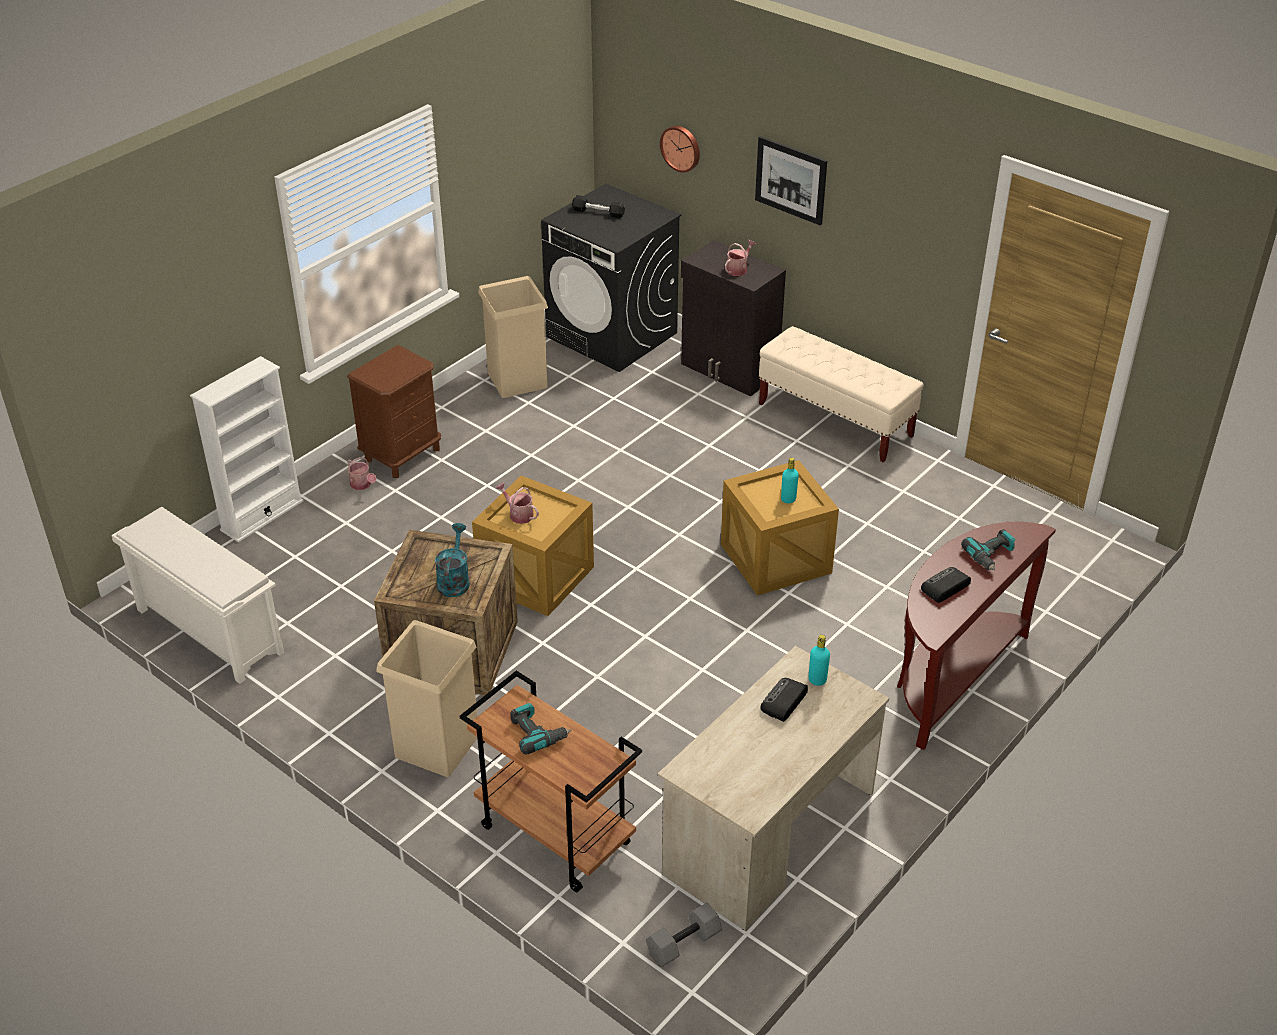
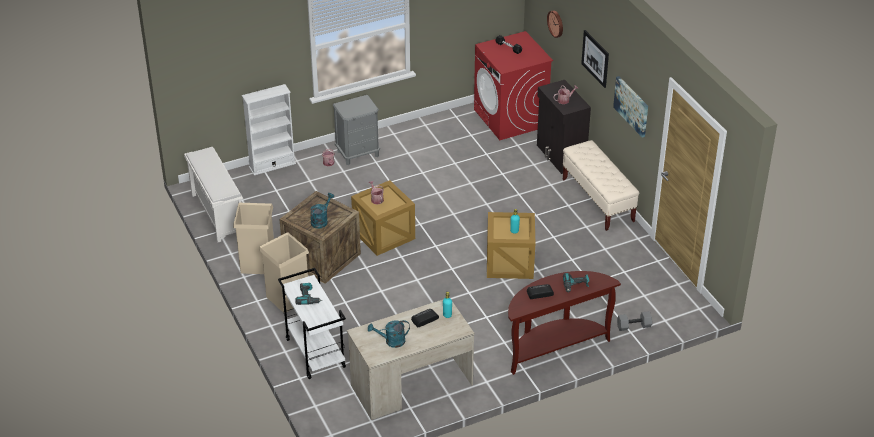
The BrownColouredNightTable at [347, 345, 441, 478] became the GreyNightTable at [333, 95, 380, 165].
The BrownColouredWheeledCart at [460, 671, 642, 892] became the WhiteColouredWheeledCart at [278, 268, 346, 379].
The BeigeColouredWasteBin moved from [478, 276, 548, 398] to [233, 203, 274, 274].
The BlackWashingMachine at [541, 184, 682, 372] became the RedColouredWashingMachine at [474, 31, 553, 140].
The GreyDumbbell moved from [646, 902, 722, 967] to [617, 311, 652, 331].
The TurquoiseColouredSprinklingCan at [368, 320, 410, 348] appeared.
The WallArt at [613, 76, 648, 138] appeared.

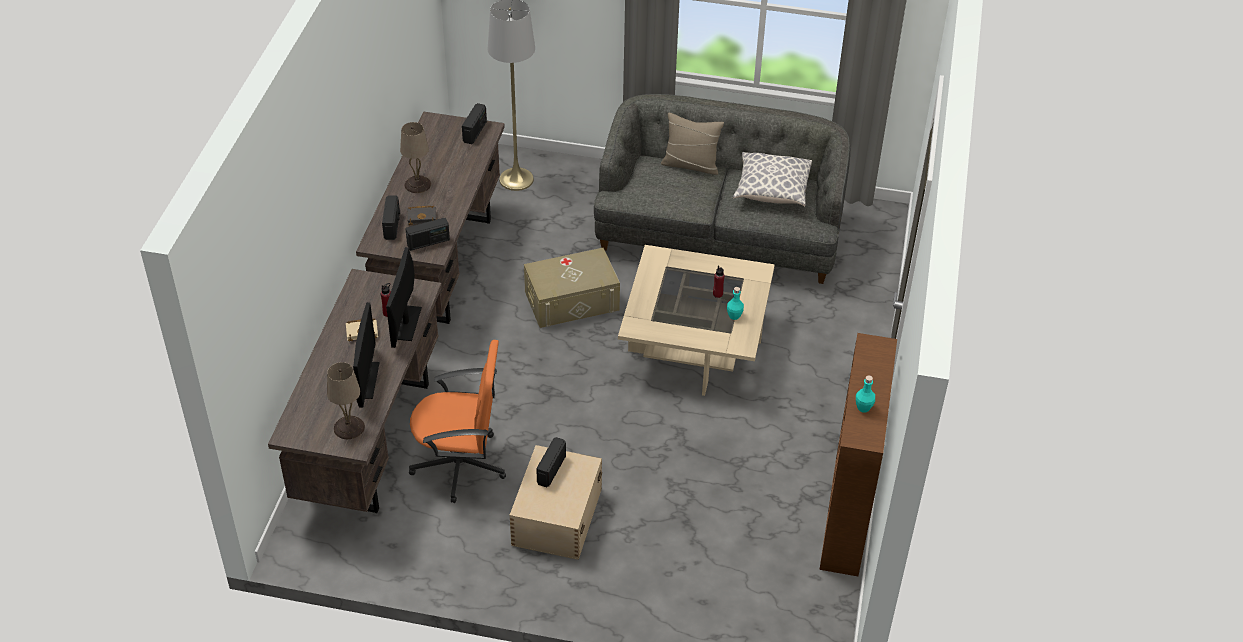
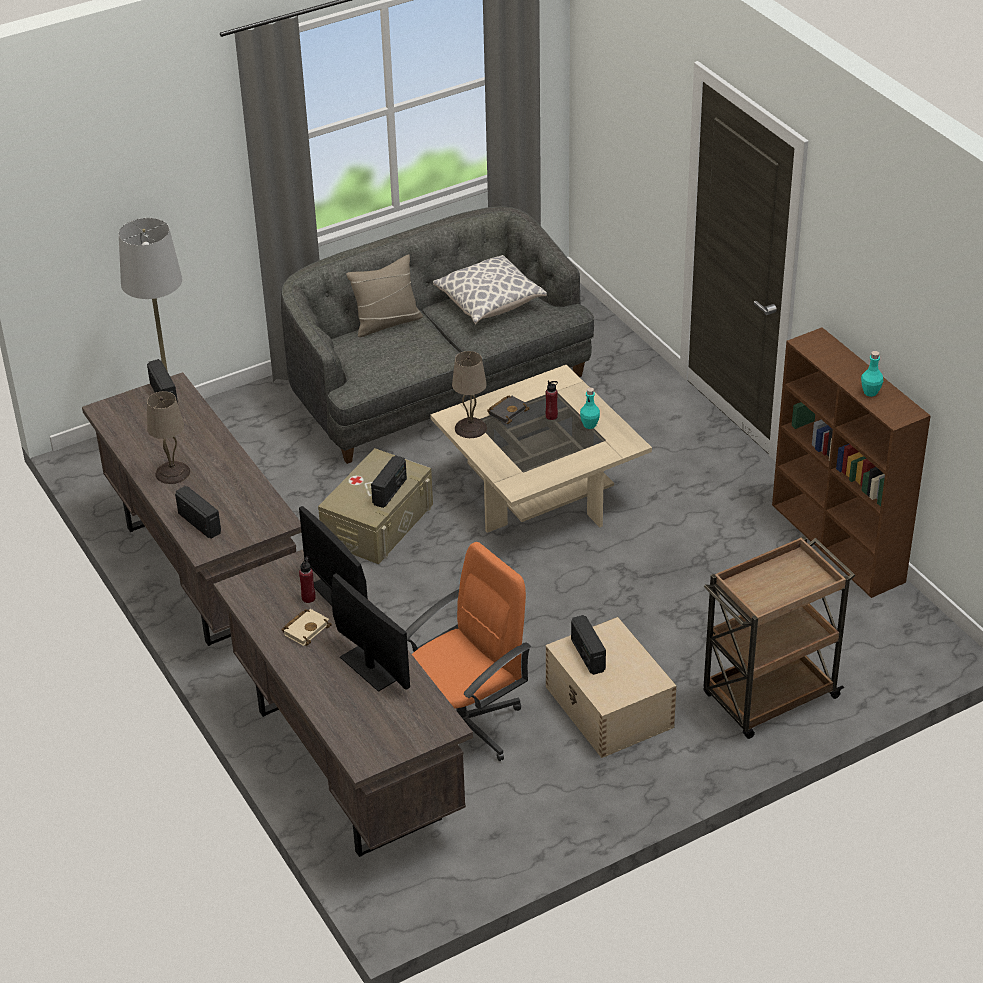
The BeigeColouredTableLamp moved from [327, 362, 365, 439] to [452, 351, 487, 438].
The Radio moved from [405, 218, 450, 251] to [371, 455, 407, 508].
The BlackBook moved from [407, 206, 436, 225] to [487, 395, 530, 424].
The BrownColouredWheeledCart at [703, 536, 855, 739] appeared.

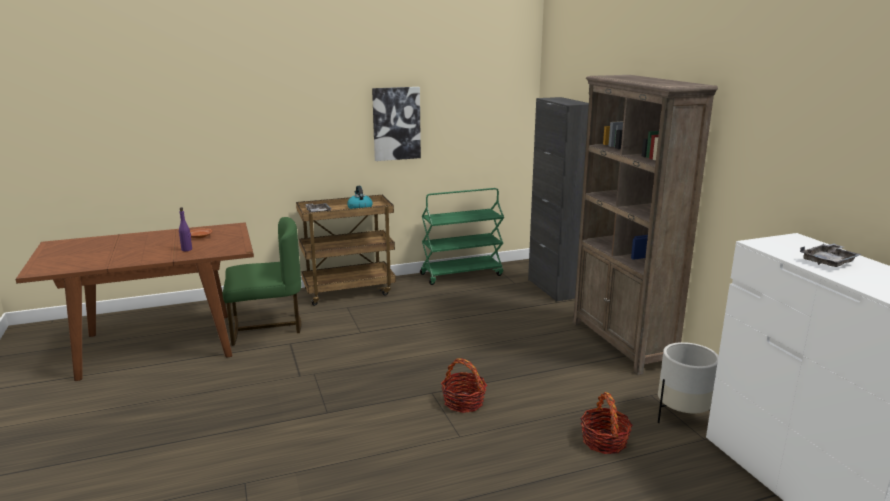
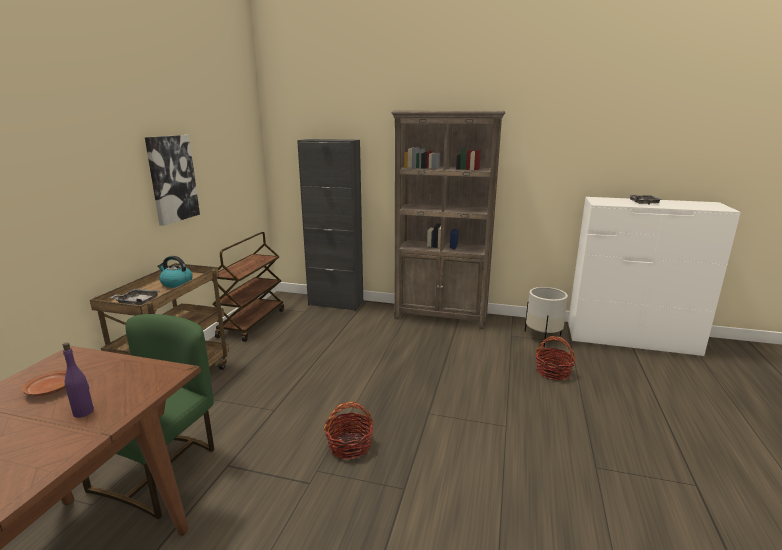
The GreenColouredWheeledCart at [420, 188, 504, 285] became the BrownColouredWheeledCart at [213, 232, 284, 342].
The StorageBasket moved from [441, 359, 487, 413] to [324, 402, 374, 459].

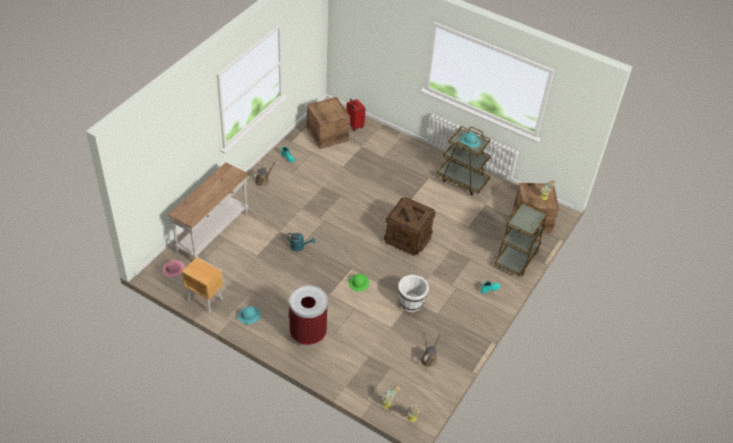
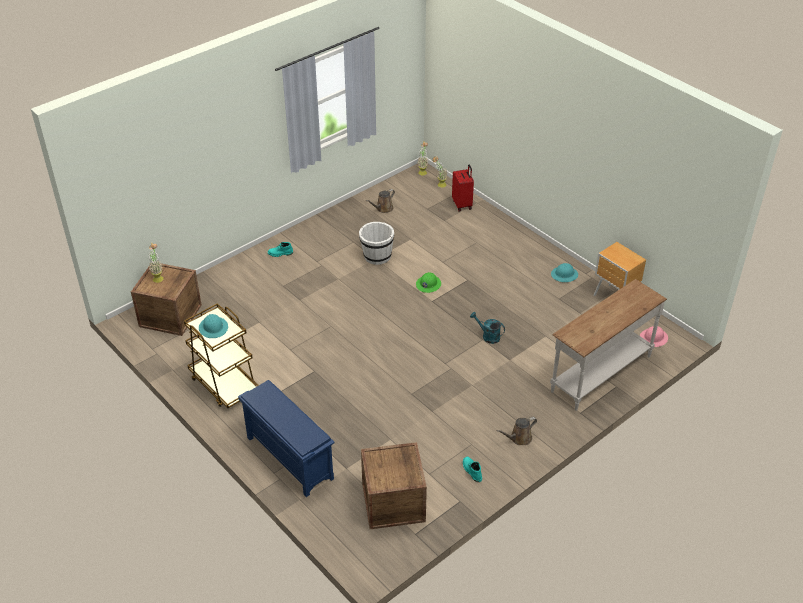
The WasteBin at [289, 285, 328, 346] disappeared.
The RedColouredSuitcase moved from [347, 99, 365, 131] to [452, 165, 474, 212].
The PackingCrate at [384, 197, 436, 256] disappeared.
The BrownColouredWheeledCart at [494, 201, 548, 276] disappeared.
The BlueColouredShoeStand at [238, 380, 335, 497] appeared.

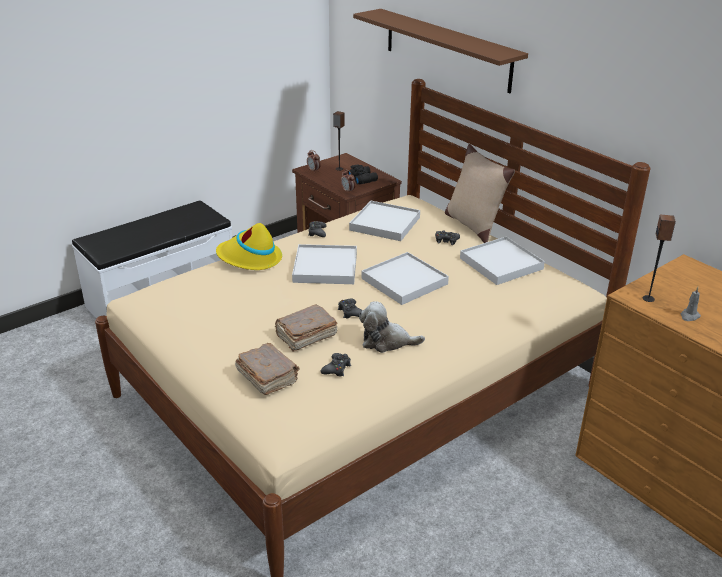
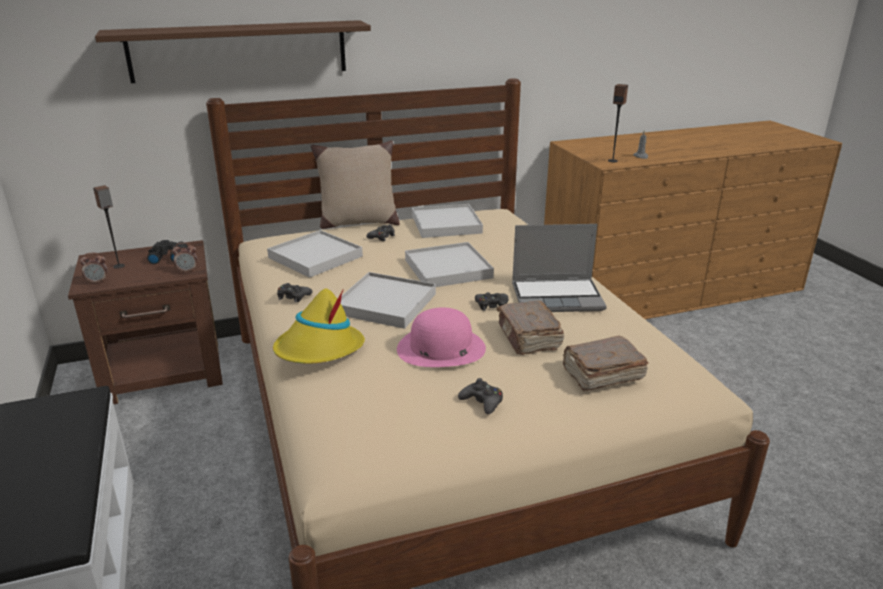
The BlackJoypad moved from [321, 353, 351, 377] to [458, 378, 503, 415].
The CuddlyToy at [359, 301, 425, 353] was replaced by the NotebookComputer at [512, 224, 607, 312].
The PinkishHat at [397, 308, 486, 367] appeared.

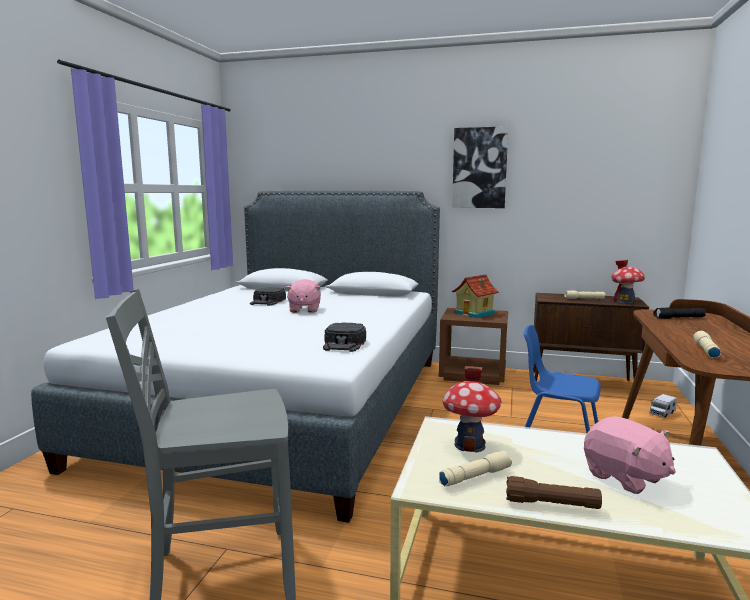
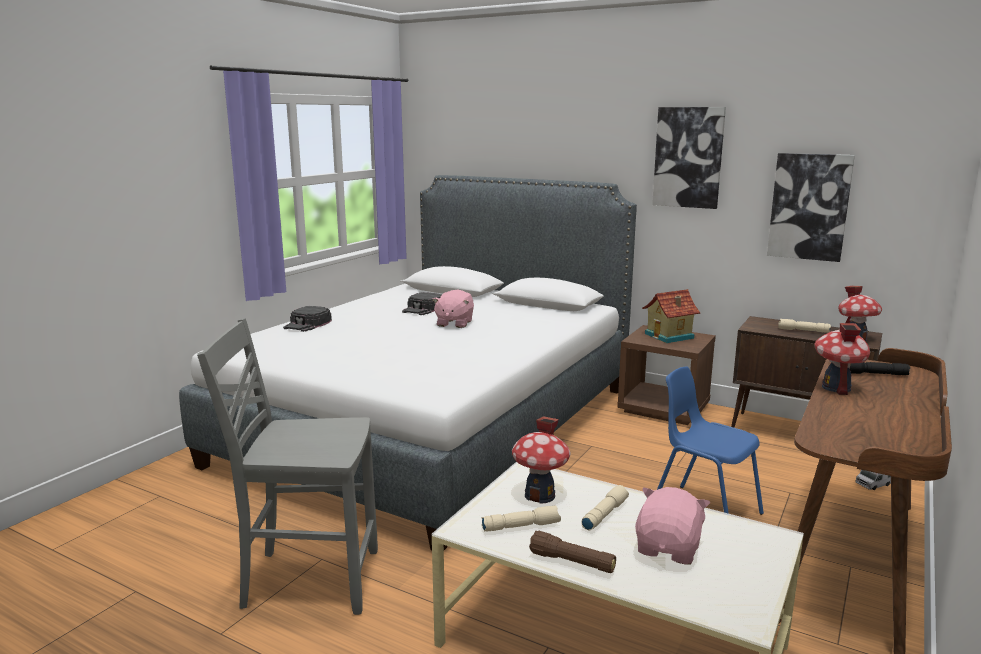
The BlackBaseballCap moved from [323, 323, 366, 352] to [283, 306, 332, 332].
The PinkishCuddlyToy at [584, 416, 676, 494] turned 135 degrees counterclockwise.
The BeigeColouredFlashlight moved from [693, 331, 721, 358] to [582, 485, 629, 531].
The WallArt at [767, 153, 855, 262] appeared.
The MiniatureHouse at [814, 323, 870, 395] appeared.

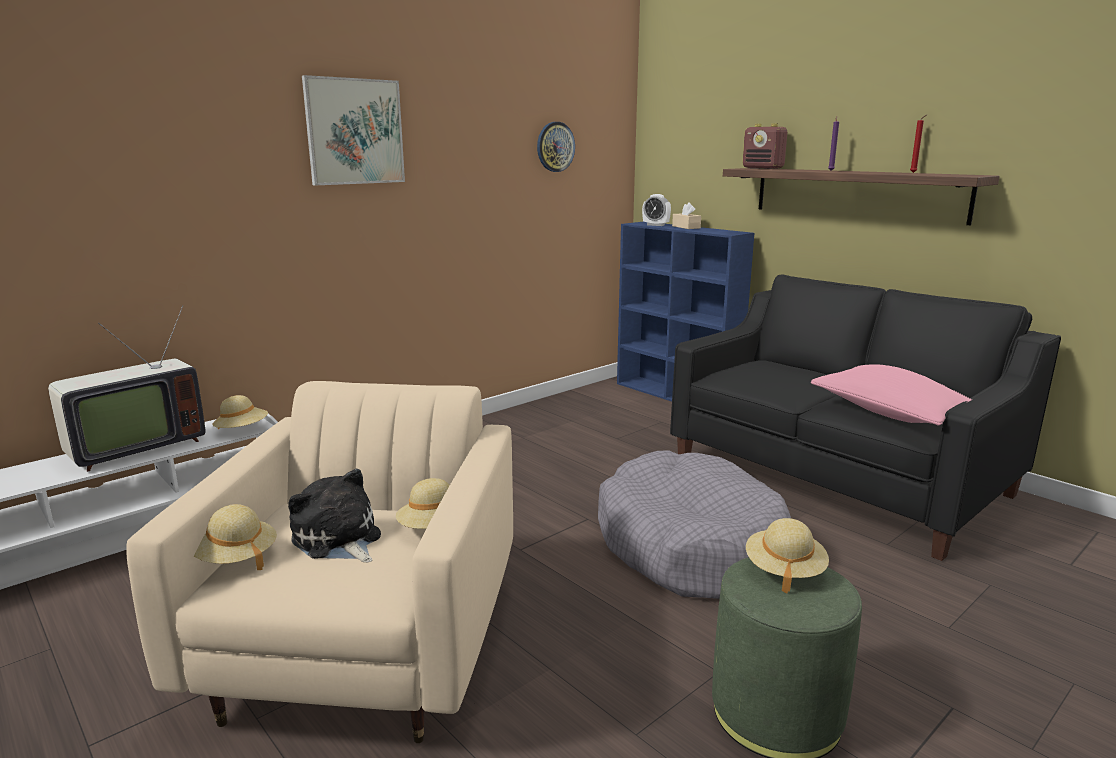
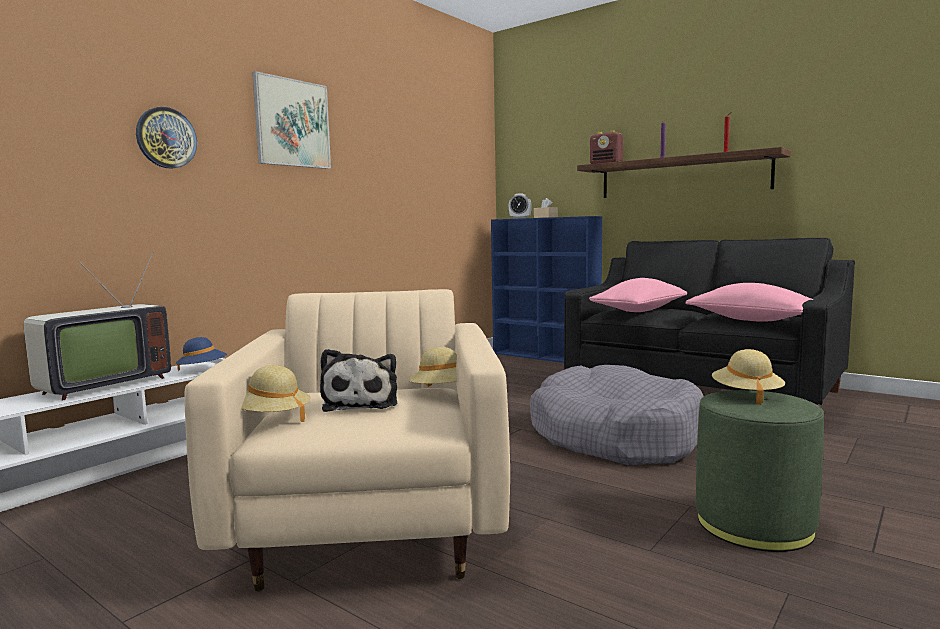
The BeigeColouredHat at [212, 395, 268, 429] became the BlueColouredHat at [176, 337, 227, 371].
The CuddlyToy at [288, 469, 381, 562] turned 135 degrees counterclockwise.
The HangingClock moved from [537, 122, 575, 172] to [136, 107, 197, 169].
The PinkishPillow at [589, 278, 687, 312] appeared.

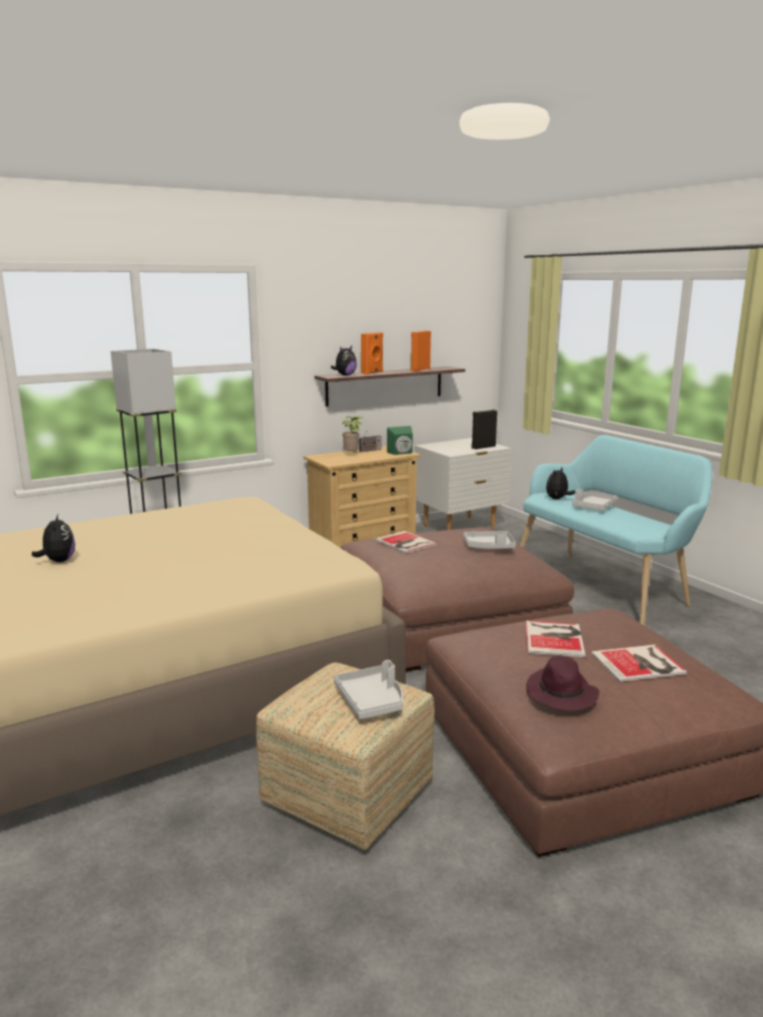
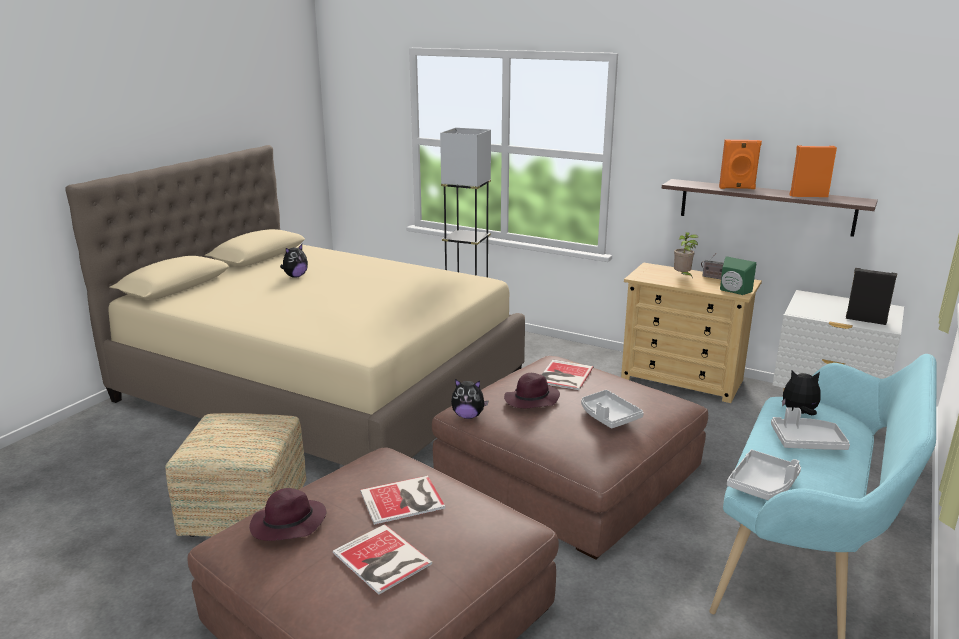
The CuddlyToy moved from [331, 346, 357, 376] to [451, 379, 489, 419].
The GreyServingTray moved from [334, 660, 403, 719] to [727, 450, 801, 500].
The PurpleHat at [504, 373, 560, 408] appeared.

